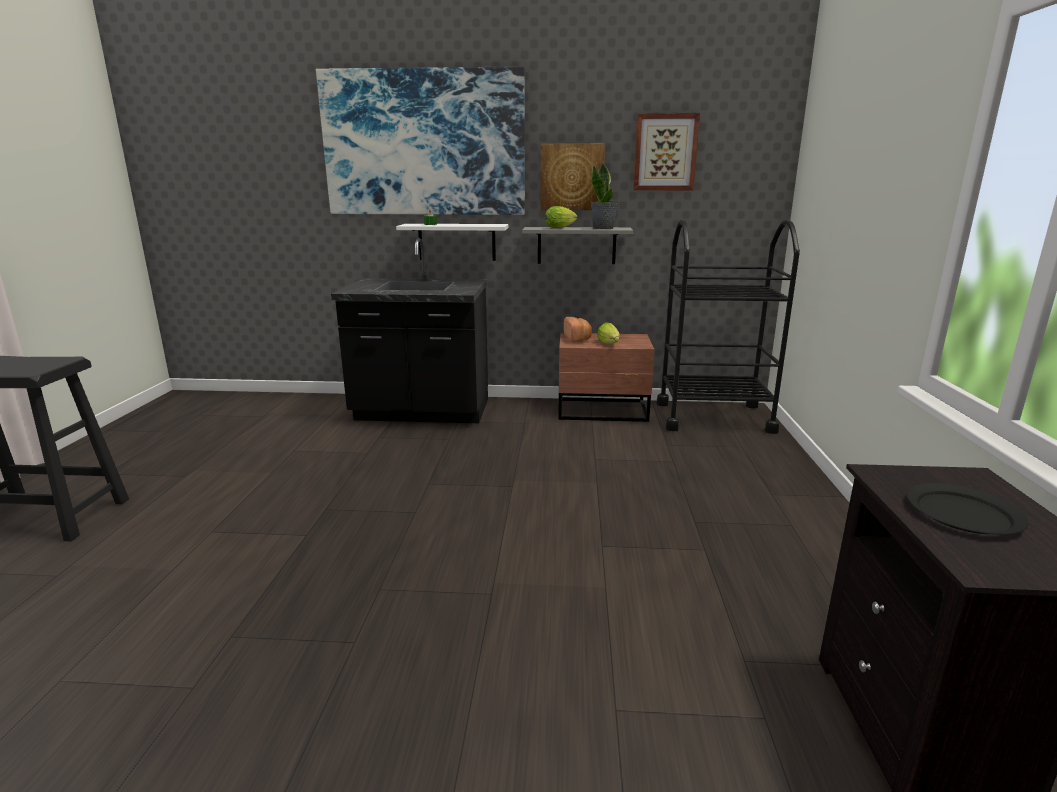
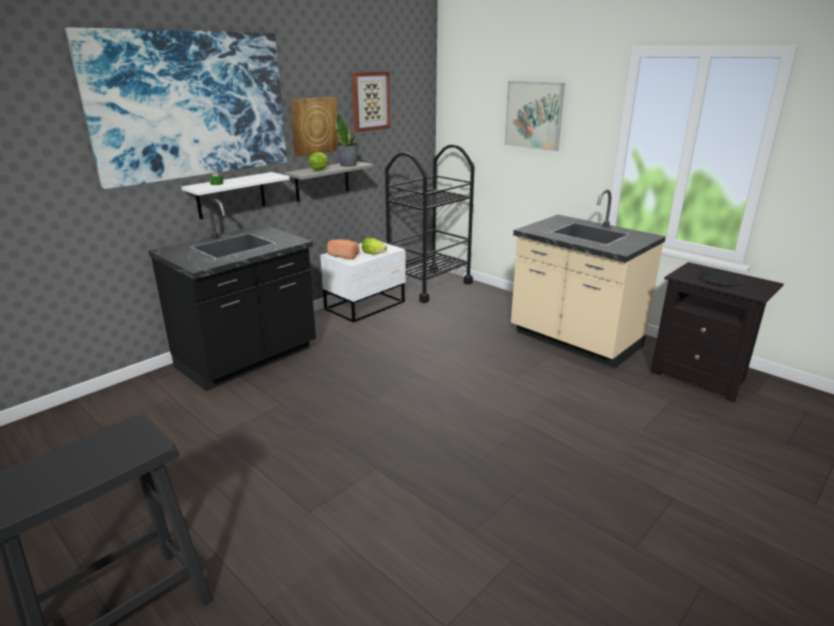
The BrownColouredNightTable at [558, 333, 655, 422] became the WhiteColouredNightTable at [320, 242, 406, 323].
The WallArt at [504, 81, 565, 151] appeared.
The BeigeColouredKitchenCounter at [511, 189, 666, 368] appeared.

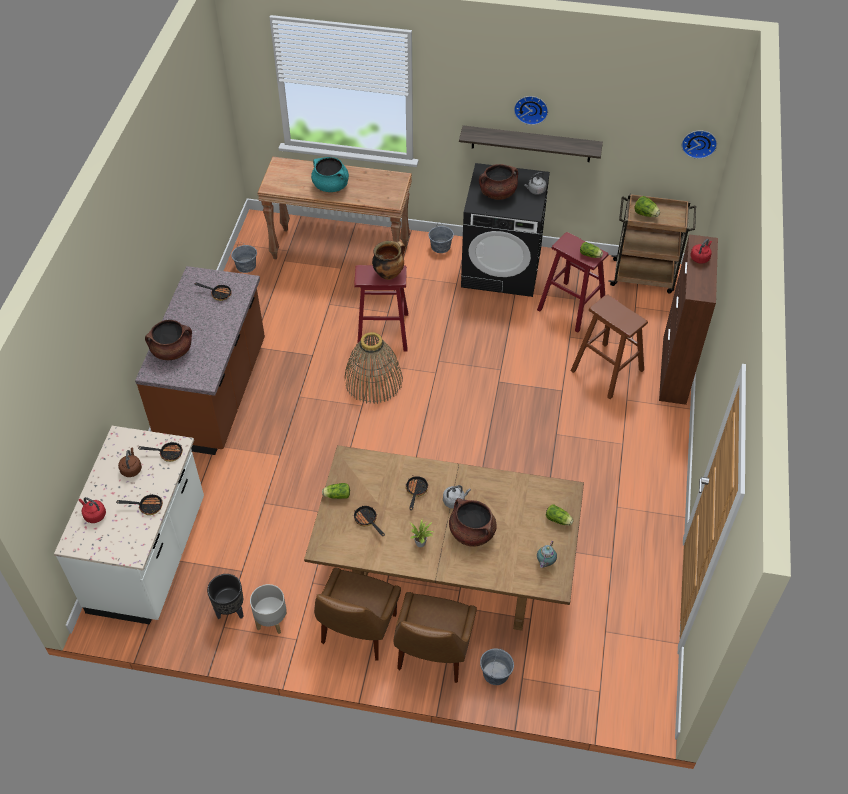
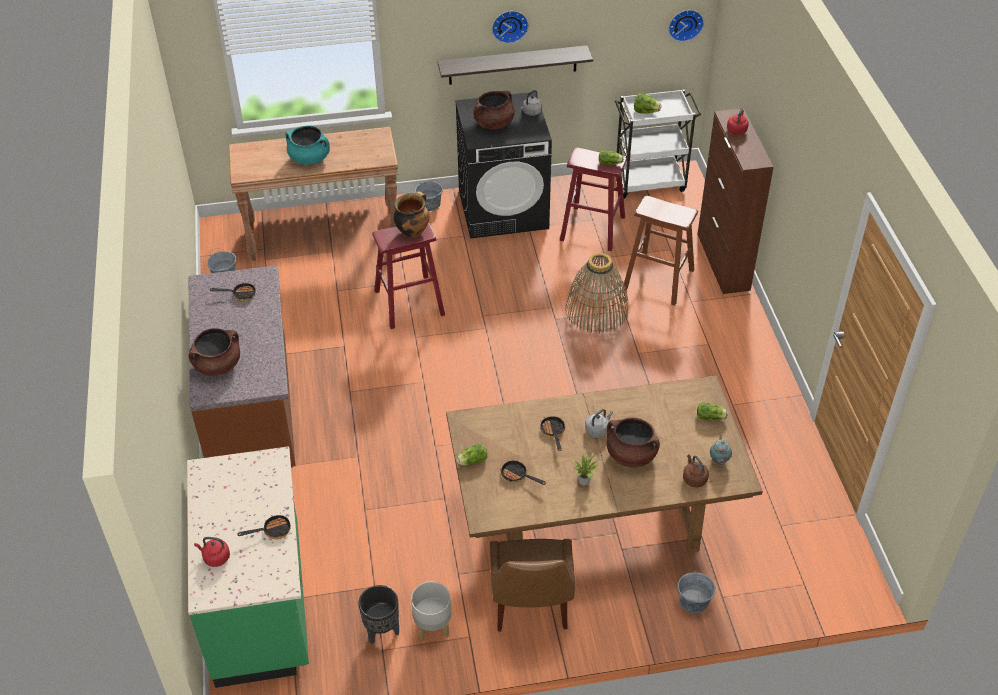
The WhiteColouredKitchenCounter at [54, 426, 204, 625] became the GreenColouredKitchenCounter at [187, 446, 309, 688].
The BrownColouredKettle moved from [118, 448, 142, 477] to [683, 454, 709, 487].
The FryingPan at [138, 441, 183, 462] disappeared.
The StorageBasket moved from [345, 332, 403, 404] to [565, 253, 629, 333].
The BrownColouredChair at [394, 592, 477, 683] disappeared.
The BrownColouredWheeledCart at [608, 194, 696, 293] became the WhiteColouredWheeledCart at [615, 89, 701, 199].

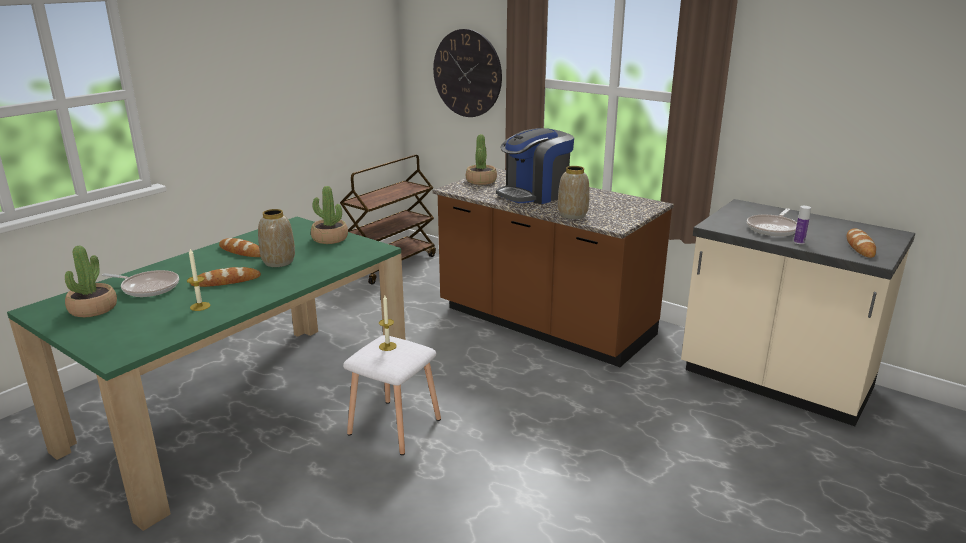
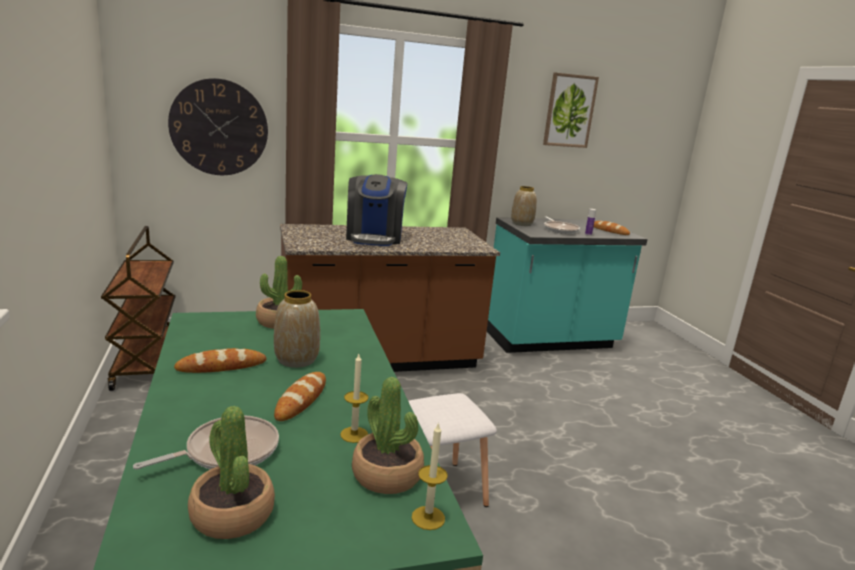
The WaxCandle moved from [379, 295, 397, 351] to [412, 422, 448, 530].
The PottedPlant moved from [466, 134, 497, 185] to [352, 377, 424, 494].
The DecorativeVase moved from [558, 166, 590, 219] to [511, 186, 537, 226].
The BeigeColouredKitchenCounter at [681, 199, 915, 426] became the TurquoiseColouredKitchenCounter at [487, 217, 648, 353].
The WallArt at [543, 73, 599, 148] appeared.

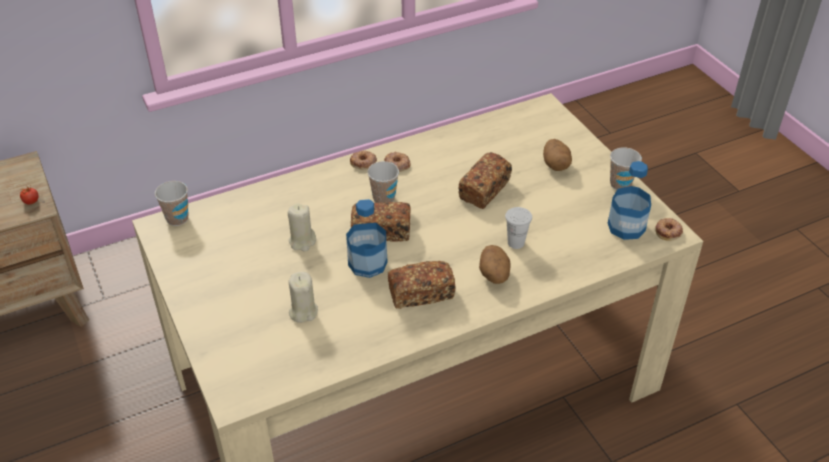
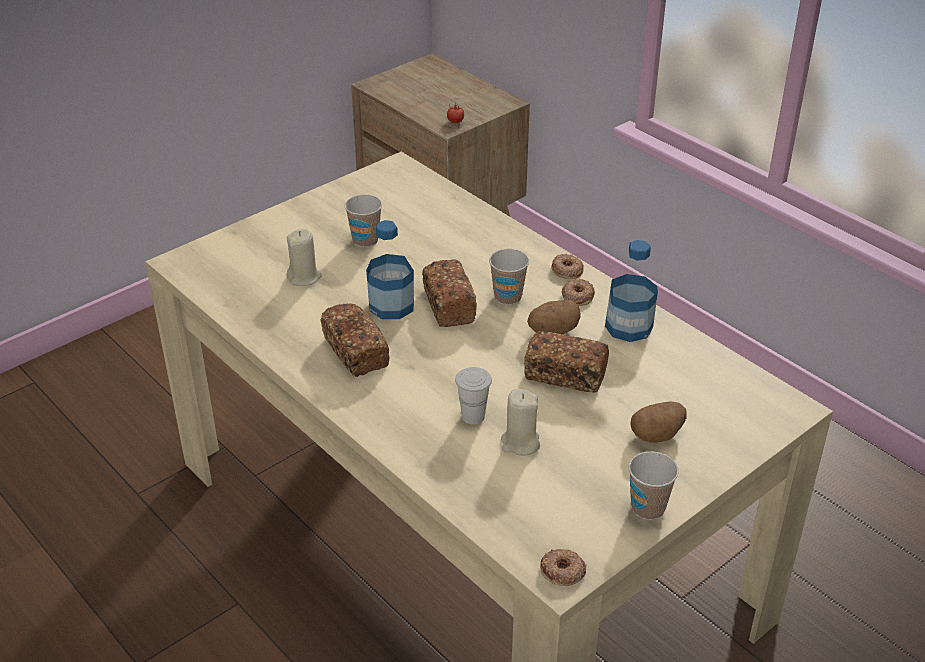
The DrinkingCup moved from [155, 181, 189, 226] to [345, 195, 382, 247].
The BeigeColouredWaxCandle moved from [288, 203, 316, 252] to [501, 389, 540, 456].
The WholePotato moved from [479, 245, 510, 284] to [527, 300, 580, 334].
The BeverageBottle moved from [608, 161, 651, 240] to [605, 240, 658, 342].

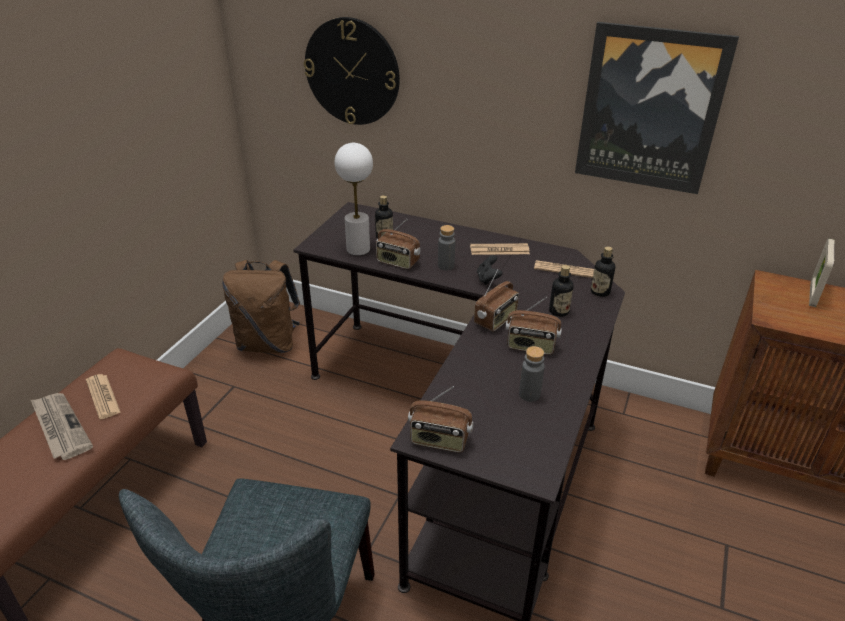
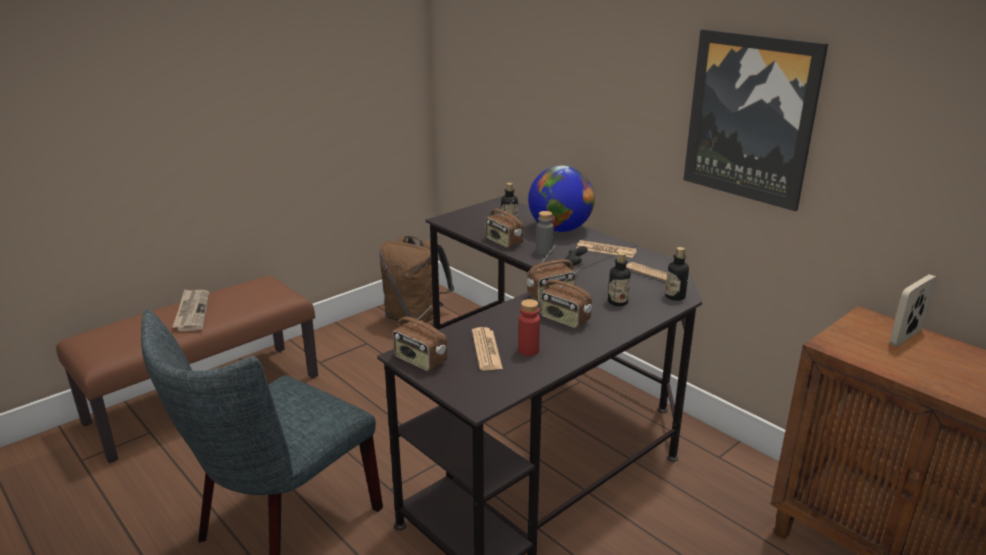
The DailyPaper moved from [86, 374, 121, 419] to [472, 327, 503, 371].
The HangingClock at [304, 17, 400, 125] disappeared.
The WhiteColouredTableLamp at [334, 143, 373, 256] disappeared.
The GreyBeverageBottle at [519, 346, 545, 402] became the RedColouredBeverageBottle at [518, 299, 540, 356].
The Globe at [528, 166, 595, 232] appeared.

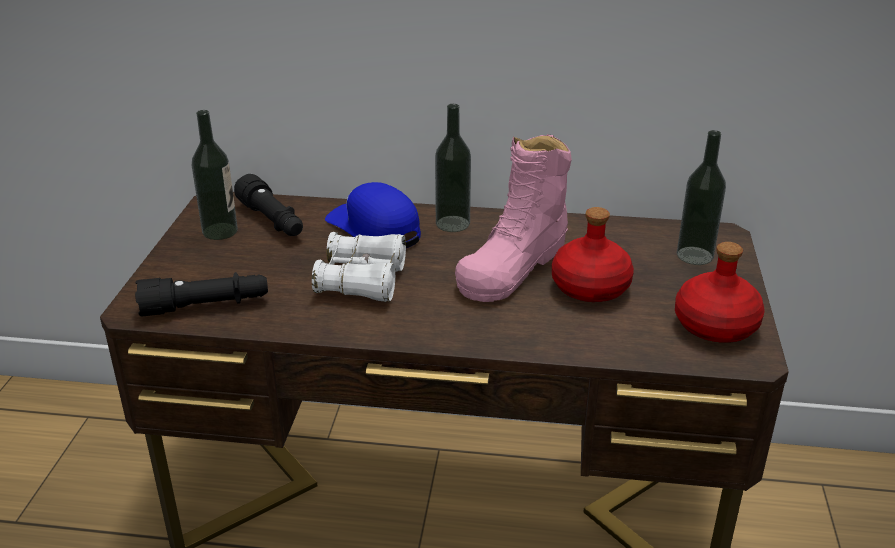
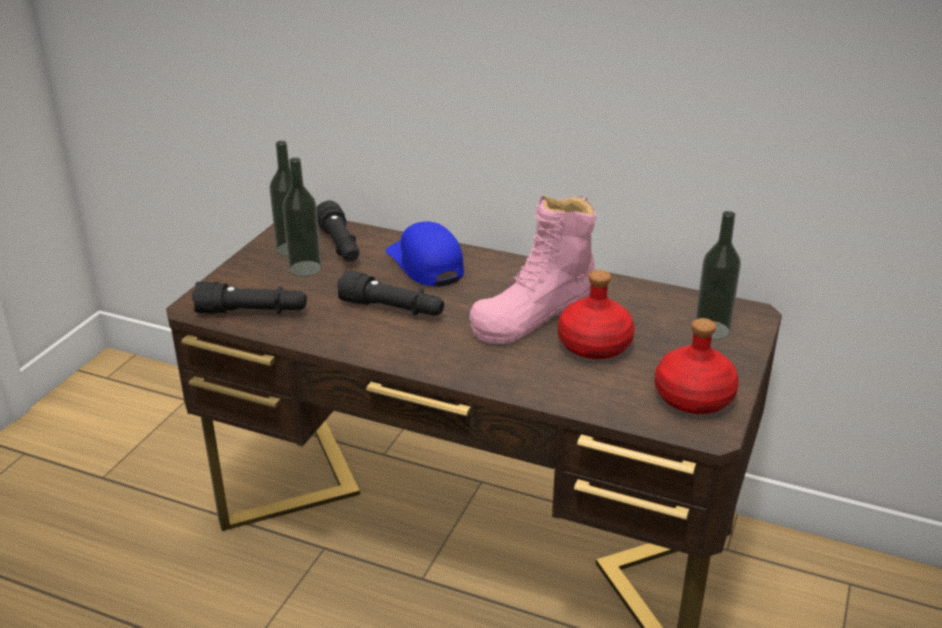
The WhiteColouredPairOfBinoculars at [312, 232, 406, 302] was replaced by the BlackFlashlight at [337, 270, 444, 316].
The BeverageBottle moved from [435, 104, 471, 232] to [282, 157, 322, 277].

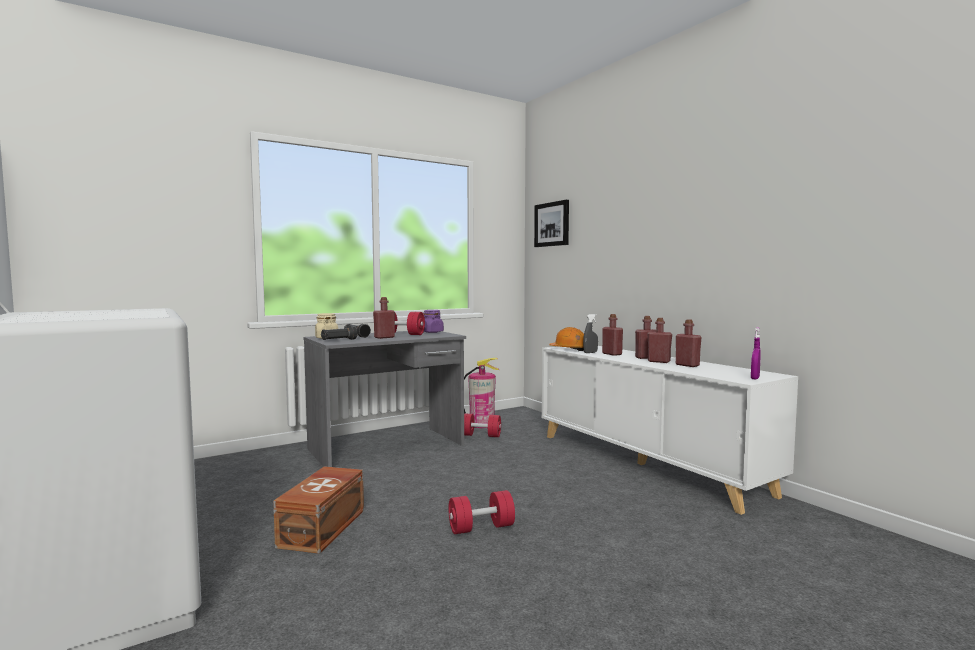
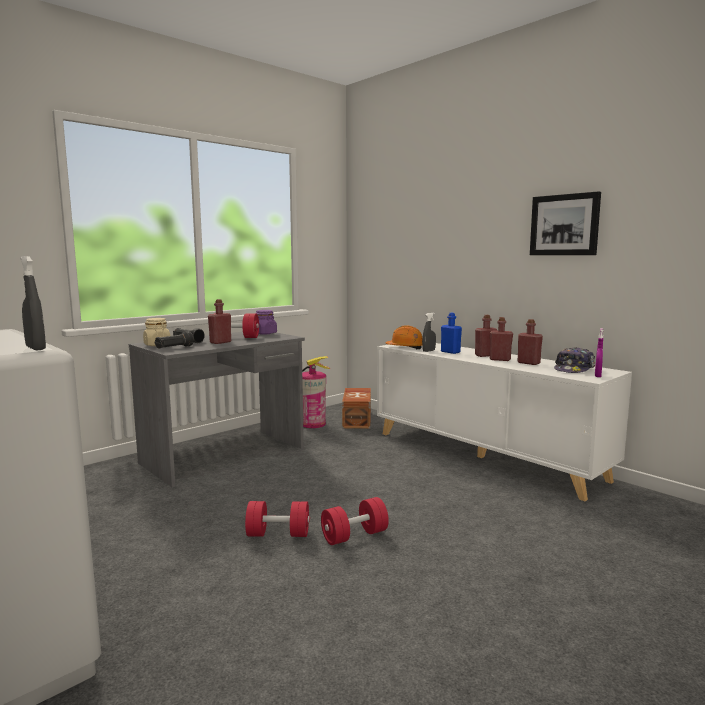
The BrownColouredStorageContainer moved from [273, 466, 364, 554] to [342, 388, 371, 429].
The RedColouredDumbbell moved from [464, 413, 501, 437] to [245, 501, 310, 537].
The WallArt moved from [534, 200, 569, 247] to [530, 191, 601, 255].
The RedColouredBeverageBottle at [602, 314, 623, 356] became the BlueColouredBeverageBottle at [441, 313, 462, 354].
The GreySprayBottle at [20, 256, 46, 351] appeared.
The BaseballCap at [554, 347, 595, 373] appeared.

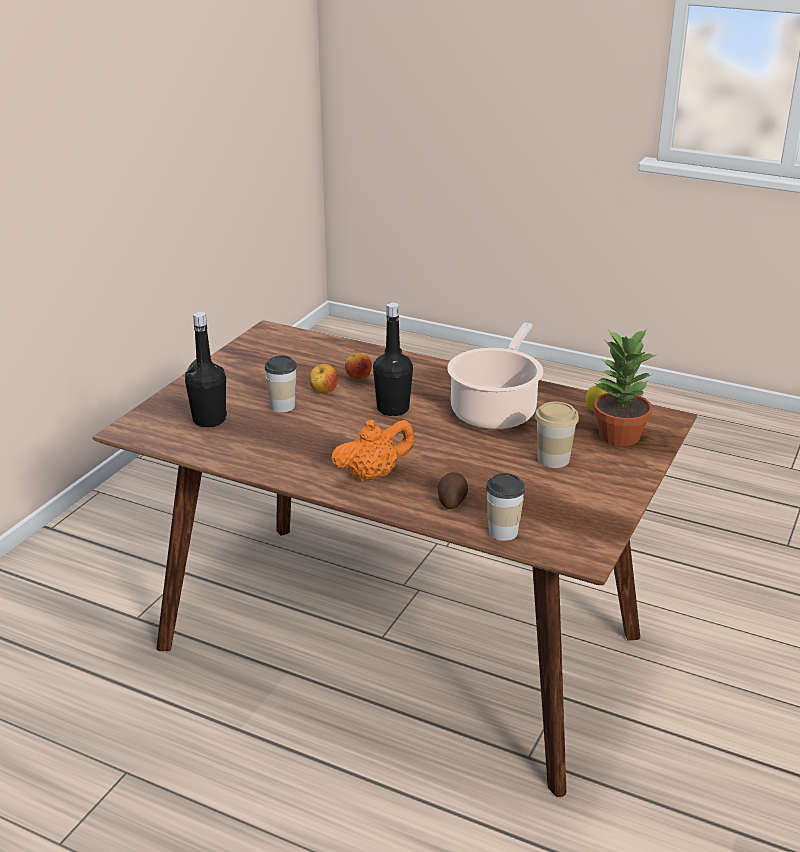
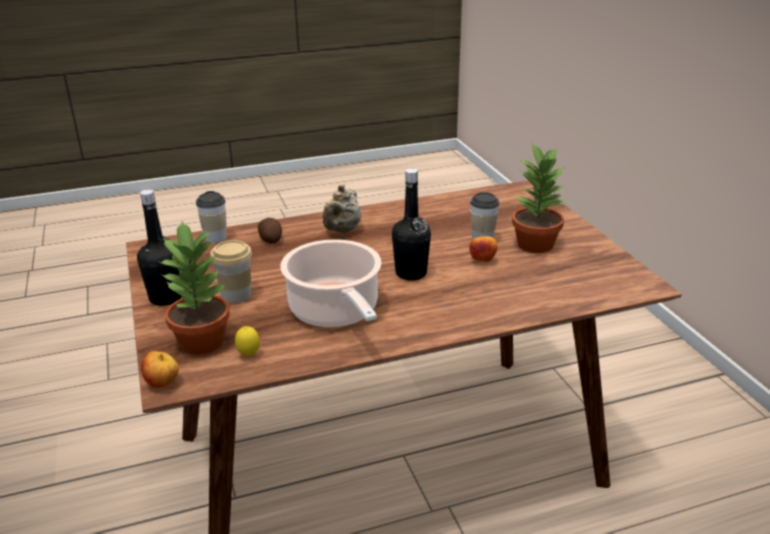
The BlackBeverageBottle moved from [185, 312, 227, 427] to [137, 189, 182, 306].
The OrangeColouredPotForTea at [331, 420, 415, 482] became the BeigeColouredPotForTea at [322, 184, 361, 233].
The WholeApple moved from [345, 353, 372, 380] to [141, 351, 179, 388].
The PottedPlant at [512, 143, 566, 253] appeared.

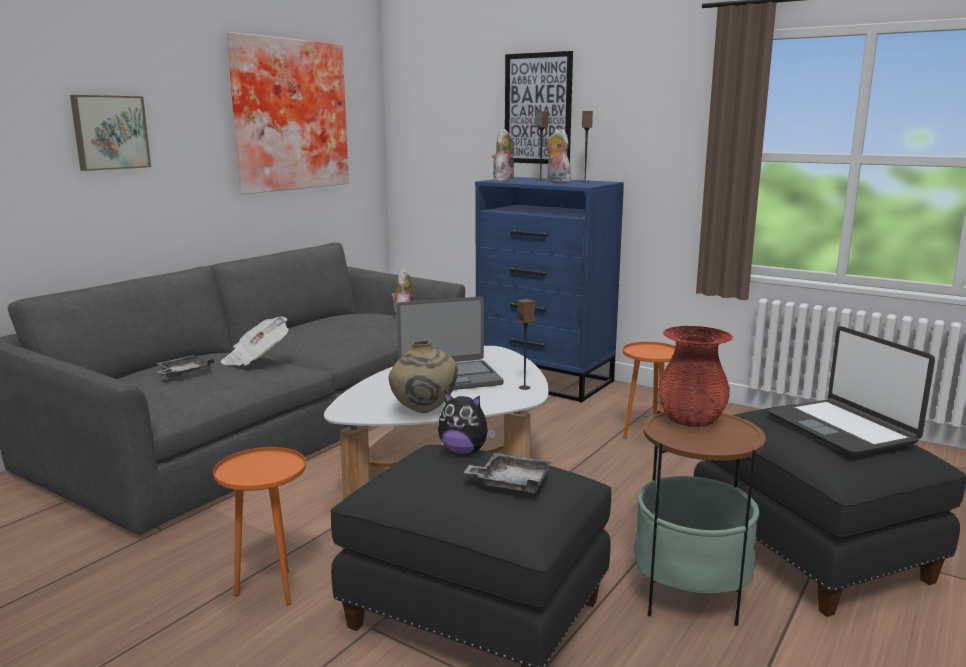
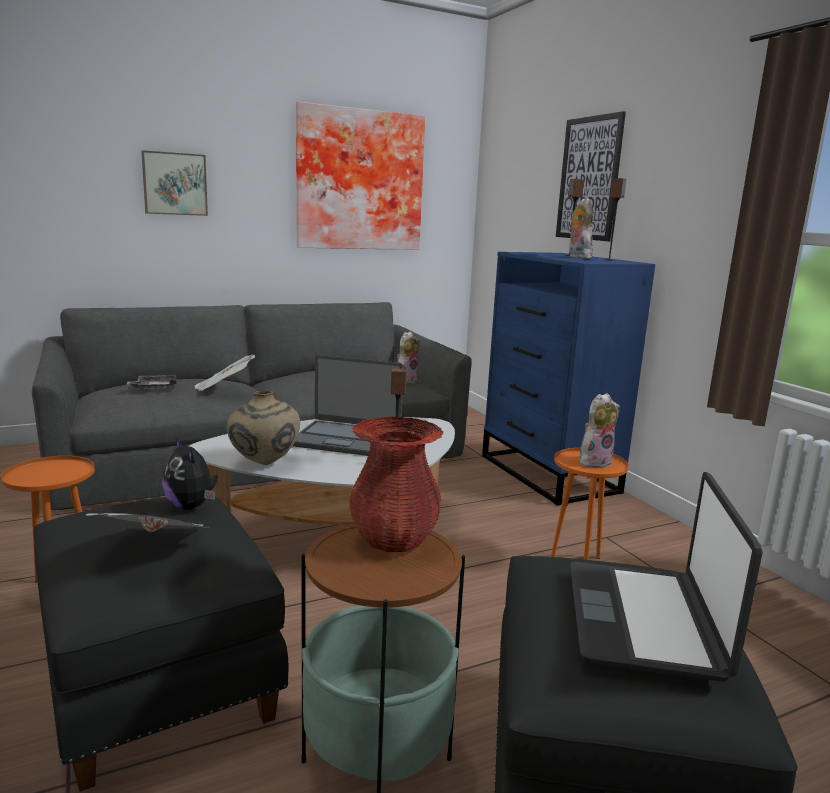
The GreyServingTray at [463, 453, 551, 493] was replaced by the DailyPaper at [86, 513, 208, 532].
The CuddlyToy moved from [492, 129, 515, 182] to [579, 393, 620, 468].

